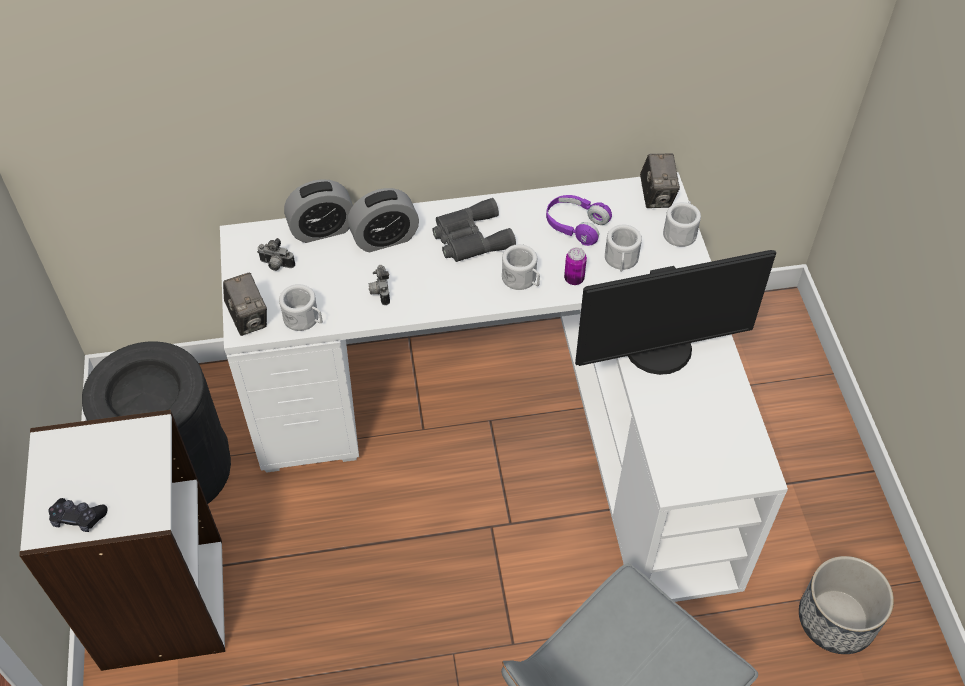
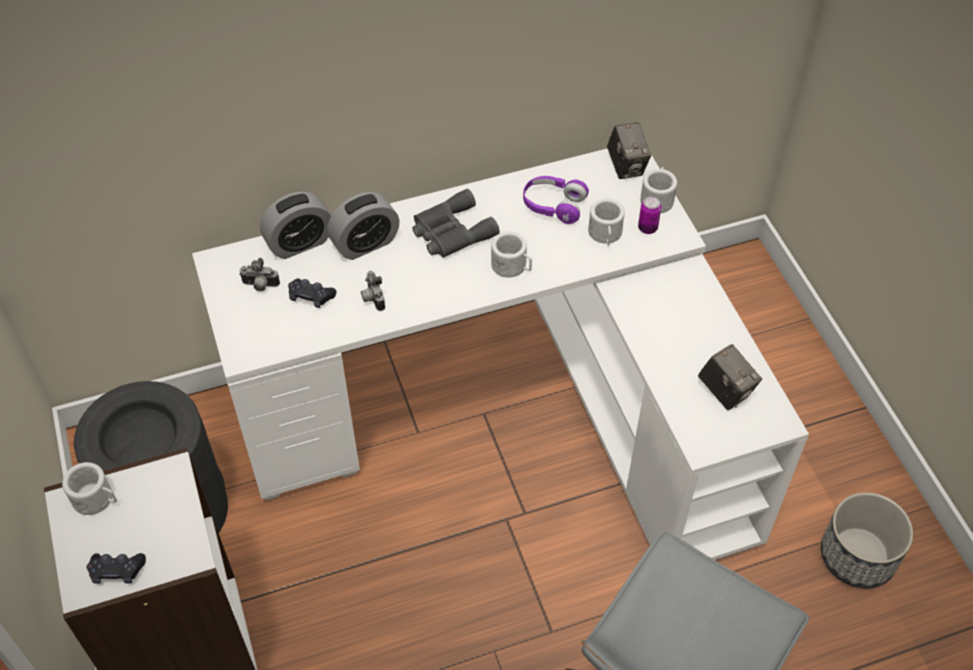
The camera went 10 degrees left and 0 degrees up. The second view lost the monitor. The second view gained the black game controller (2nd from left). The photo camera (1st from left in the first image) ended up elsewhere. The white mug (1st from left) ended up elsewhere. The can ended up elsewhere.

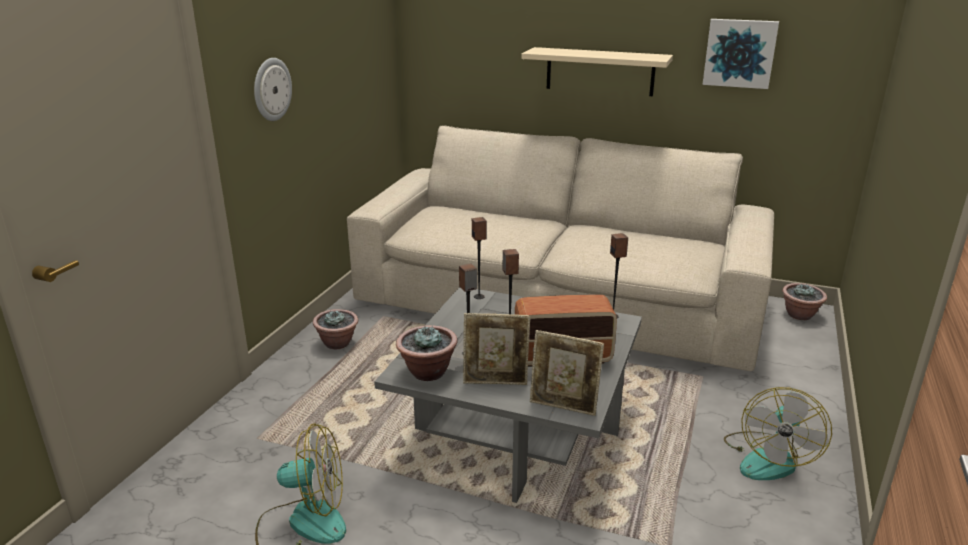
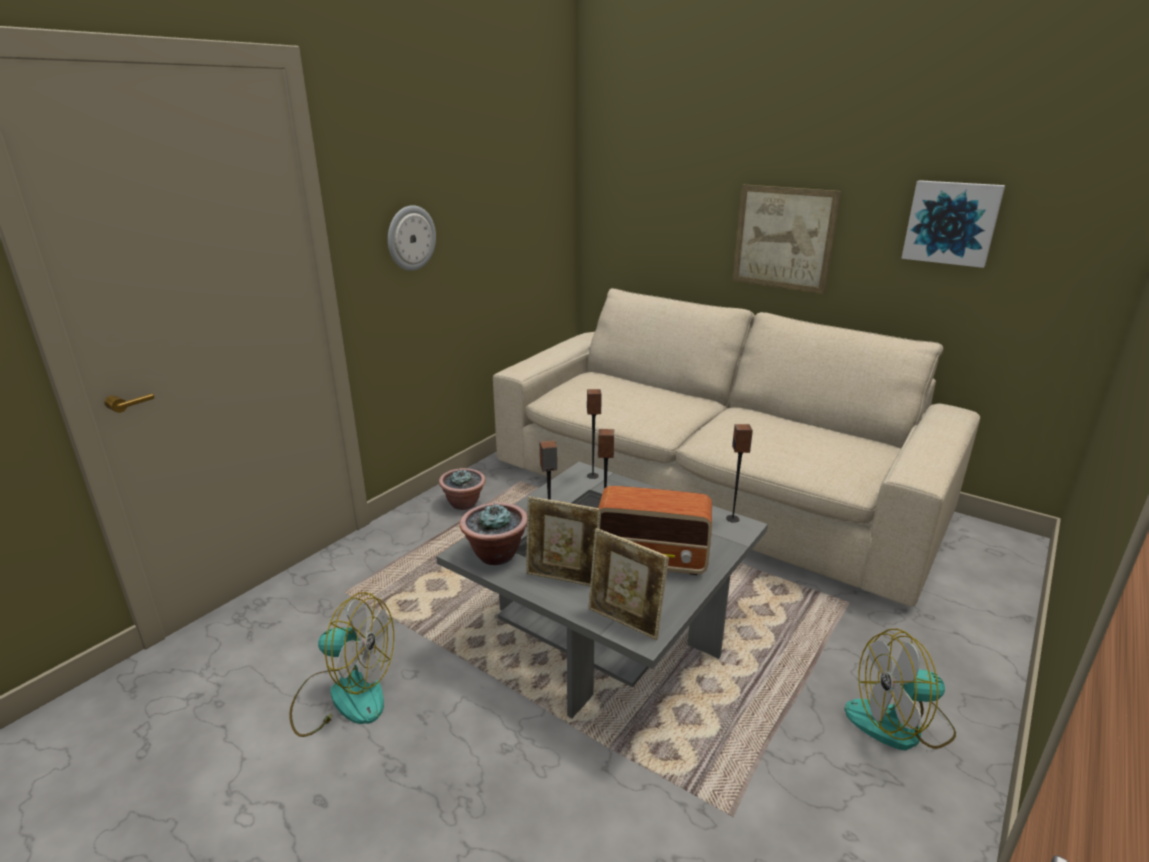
The camera went 15 degrees right and 0 degrees up. The second view lost the potted plant (3rd from left). Where the beige shelf hung, the picture (1st from left) came to hang. The fan (2nd from left) ended up facing another way, 45 degrees clockwise from before.

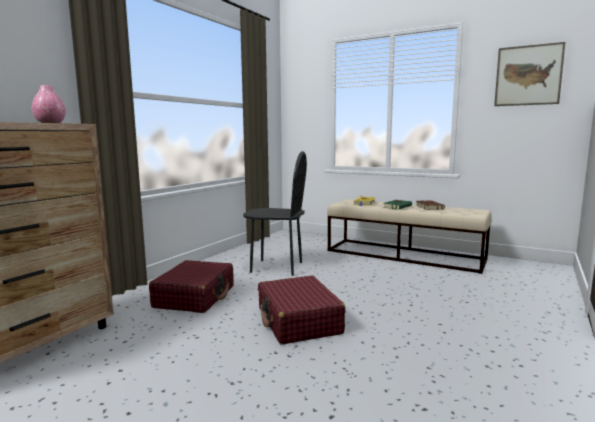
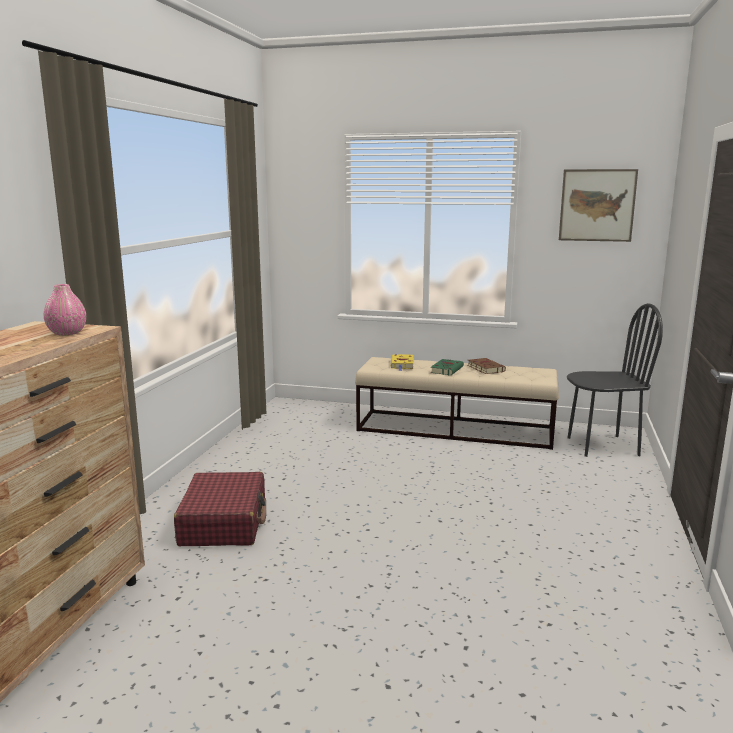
The camera went 15 degrees left and 5 degrees up. The second view lost the red suitcase (2nd from left). The black chair ended up elsewhere.

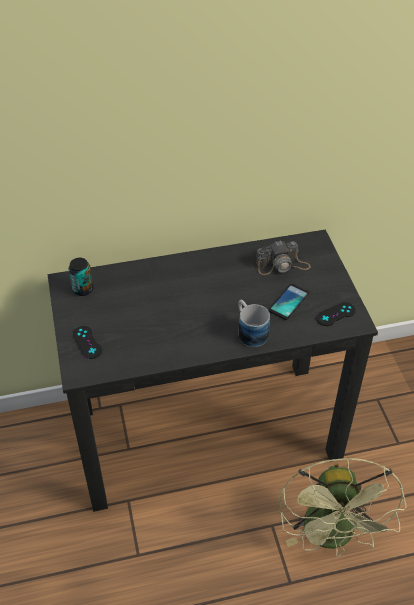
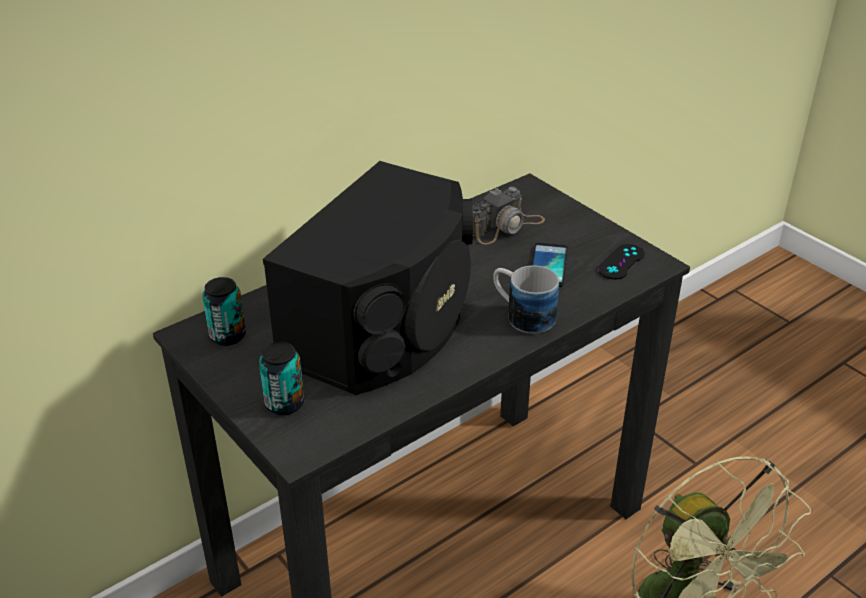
The camera went 25 degrees left and 10 degrees down. The second view gained the black speaker. Where the black game controller (1st from left) stood, the can (2nd from left) came to stand.

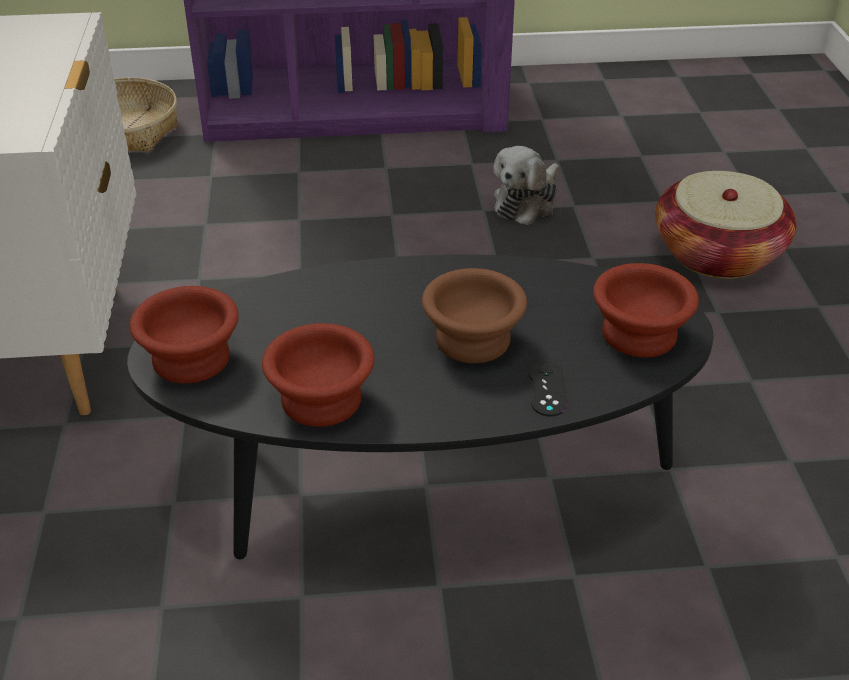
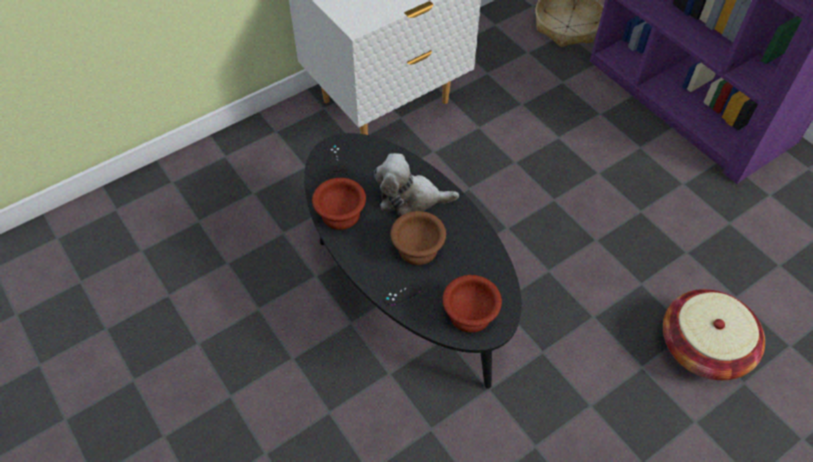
The camera went 60 degrees right and 15 degrees up. The plush toy ended up elsewhere. Where the brown bowl (1st from left) stood, the black game controller (1st from left) came to stand.

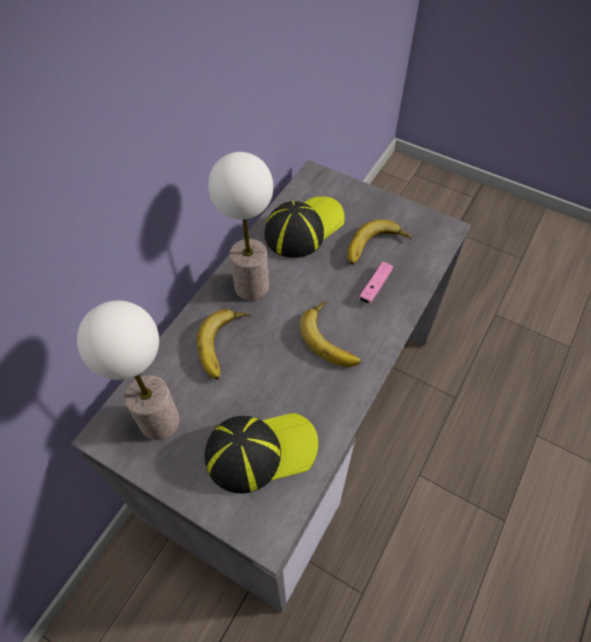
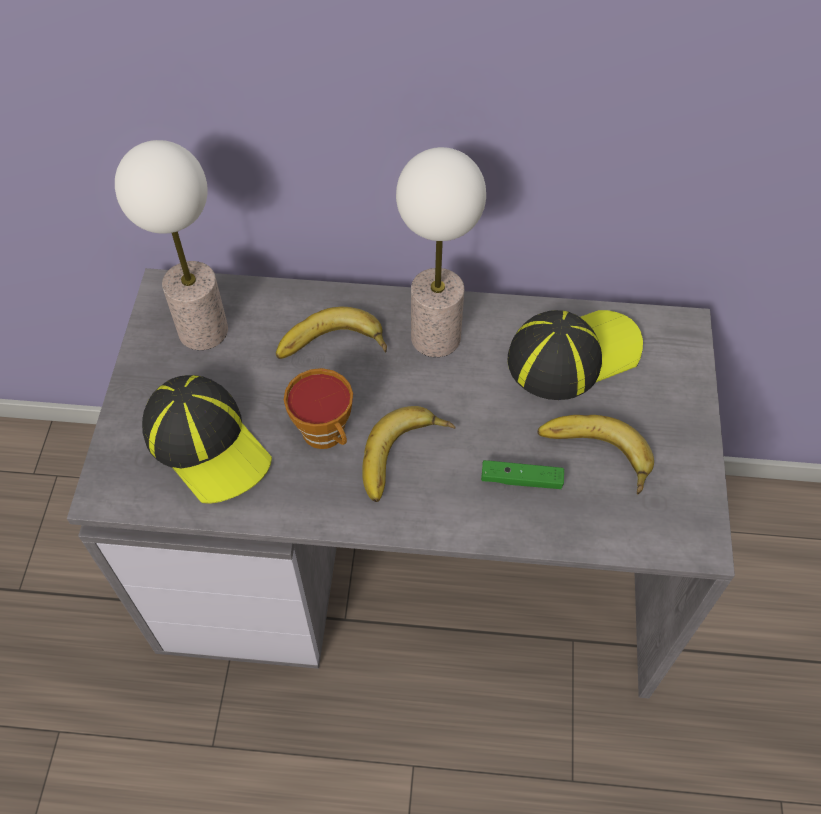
The camera went 65 degrees right and 0 degrees up. The second view gained the cup. What was the pink game controller turned into the green game controller. The cap (2nd from left) ended up facing another way, 45 degrees counterclockwise from before.

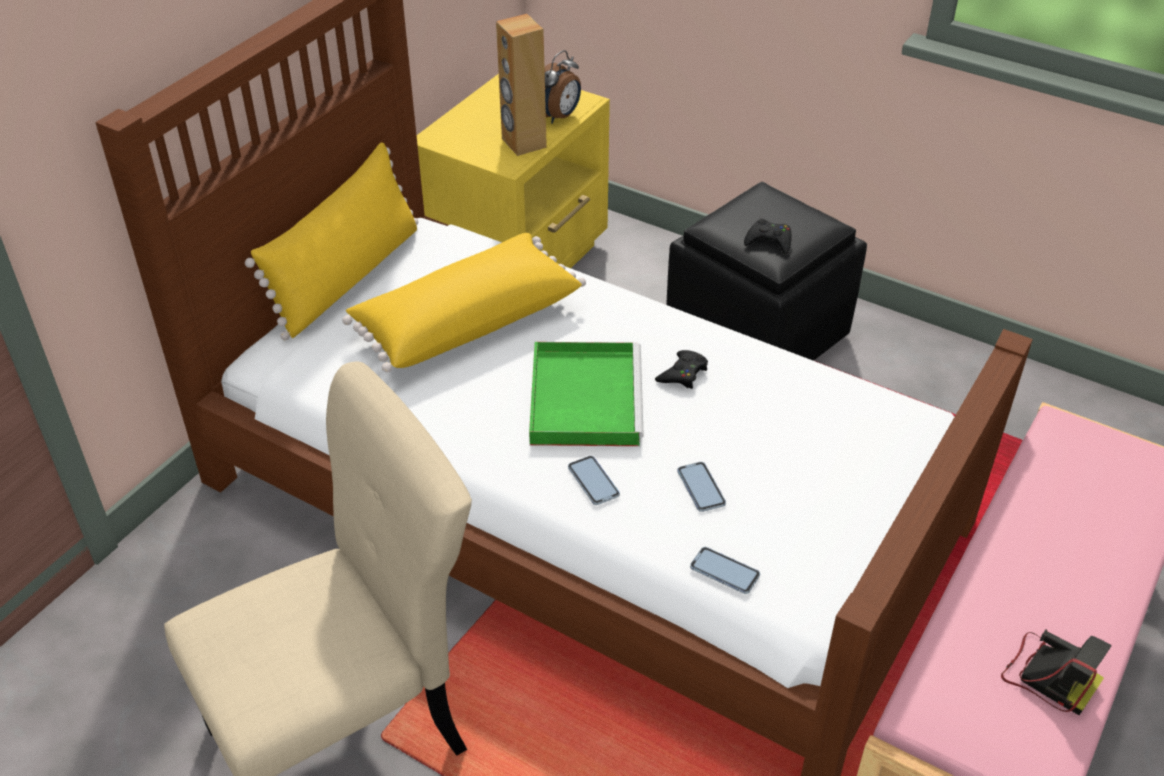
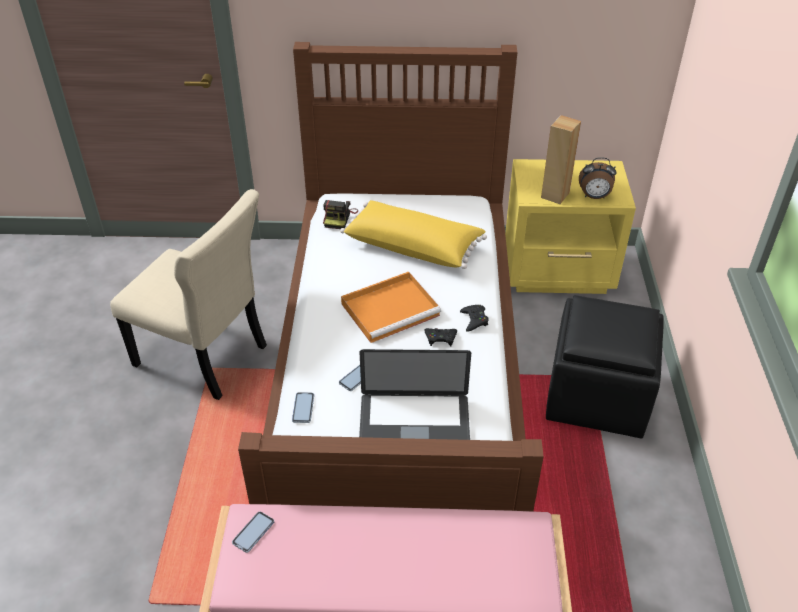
The camera went 60 degrees right and 0 degrees up. The second view lost the yellow pillow (1st from left). The second view gained the laptop. The phone (1st from left) ended up elsewhere. The black game controller (2nd from left) ended up elsewhere. The photo camera ended up elsewhere. What was the green tray turned into the orange tray.

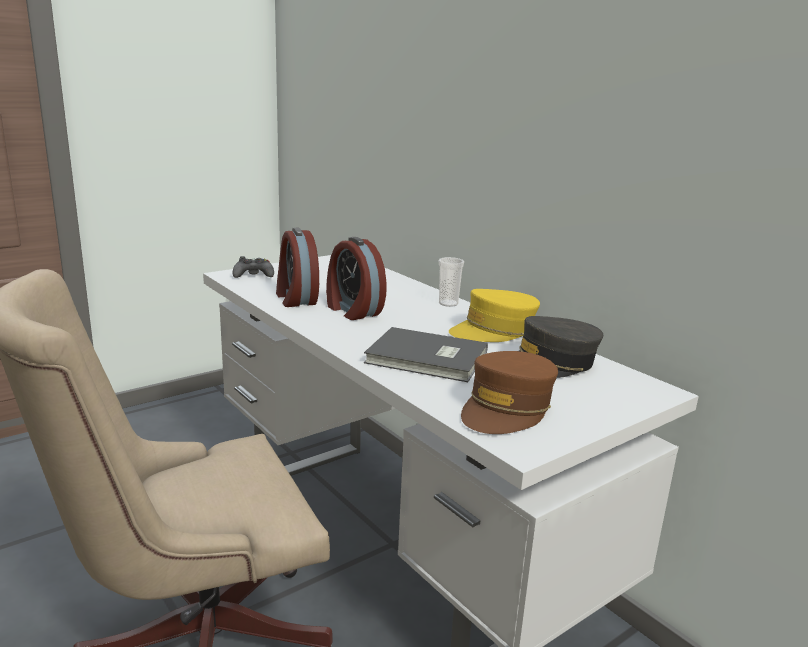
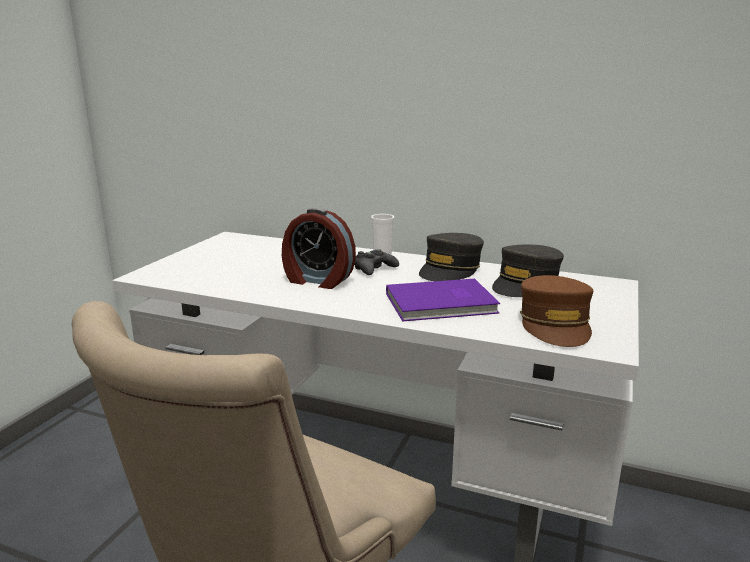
The camera went 30 degrees left and 0 degrees up. The second view lost the alarm clock (1st from left). The black game controller ended up elsewhere. What was the grey book turned into the purple book. What was the yellow cap turned into the grey cap (1st from left).

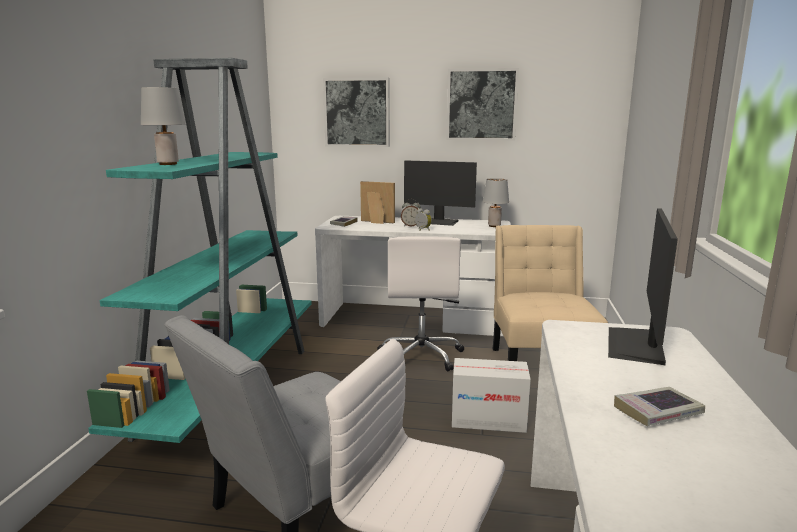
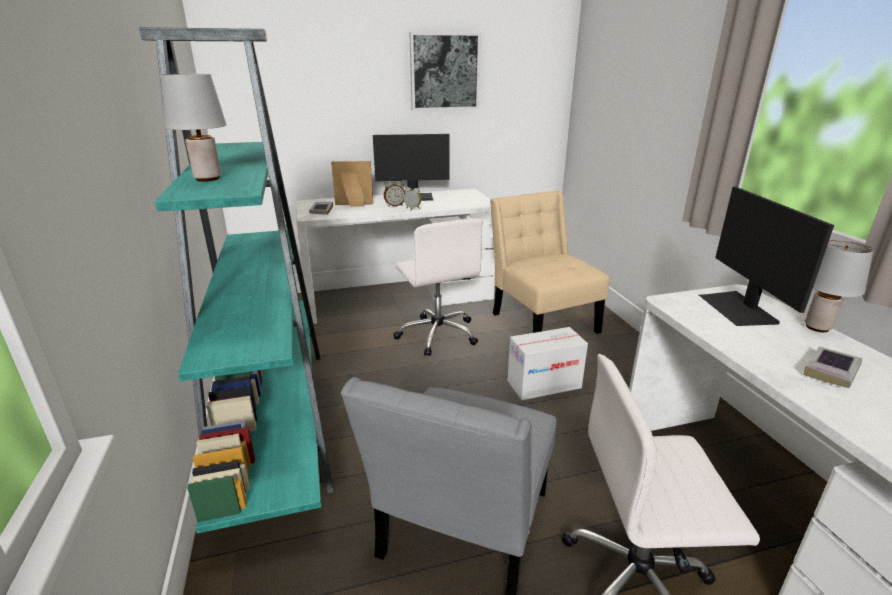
The camera went 25 degrees left and 10 degrees up. The second view lost the picture (1st from left). The grey table lamp (2nd from left) ended up elsewhere.

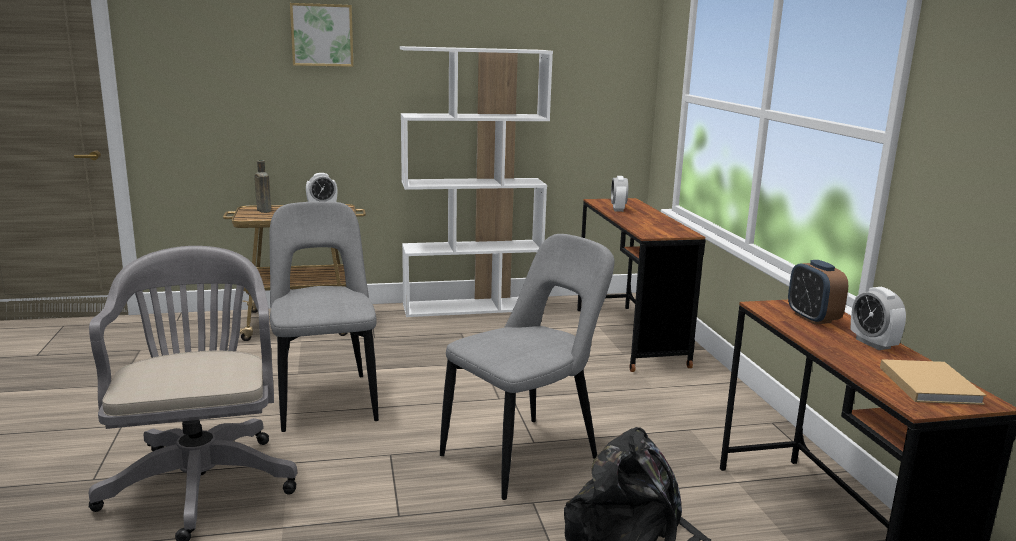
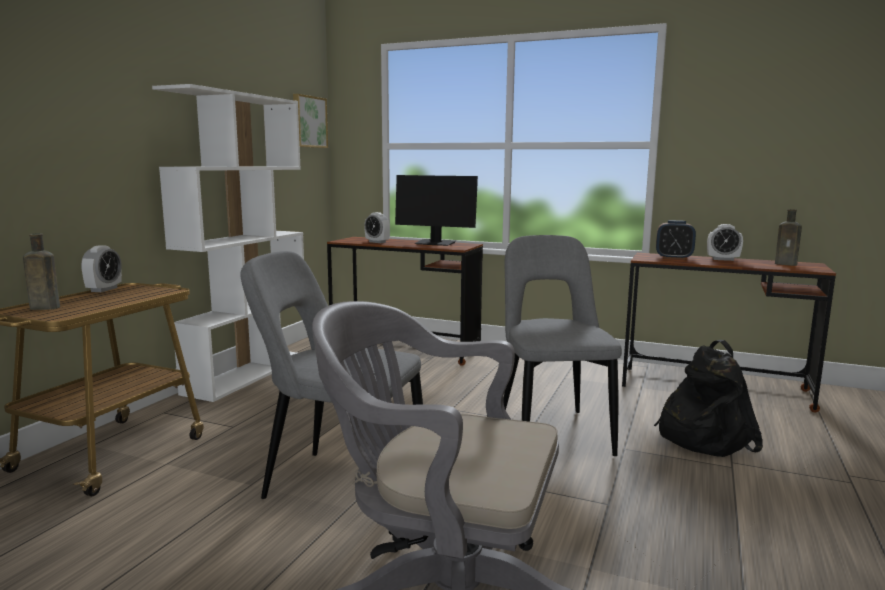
The camera went 55 degrees left and 5 degrees down. The second view gained the monitor. The picture ended up elsewhere. Where the beige book stood, the brown bottle (2nd from left) came to stand.

